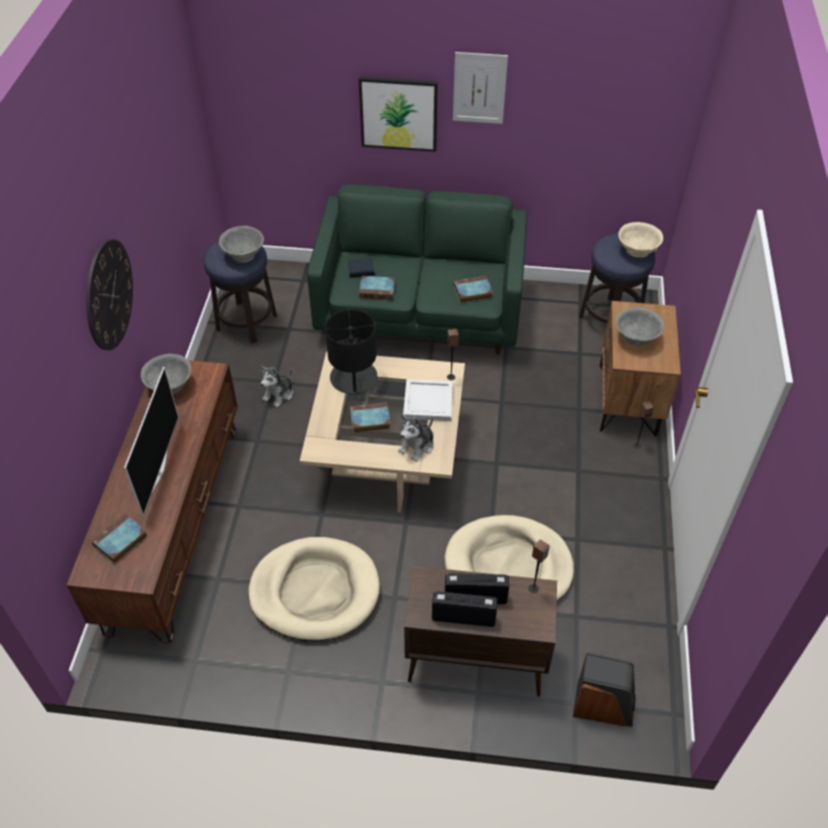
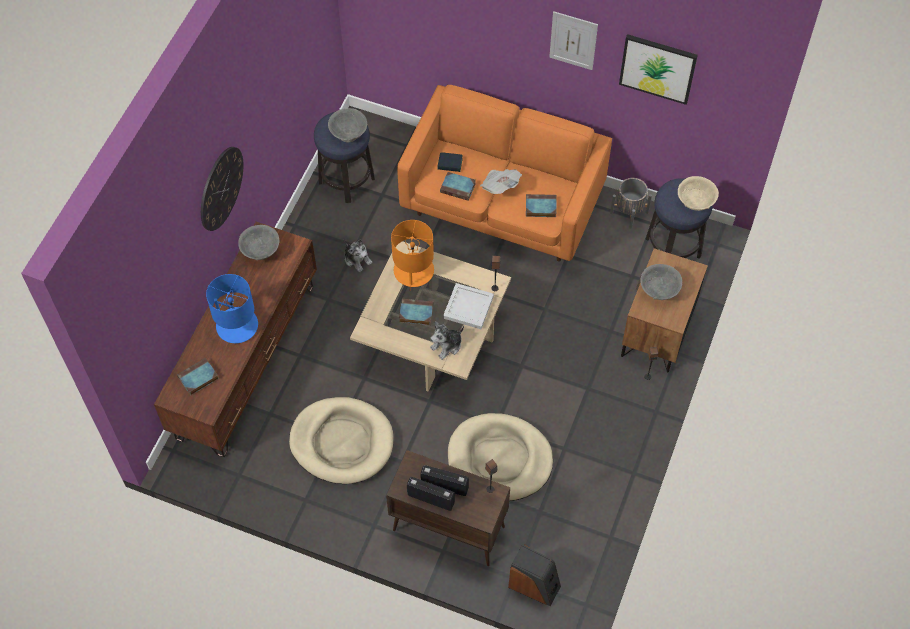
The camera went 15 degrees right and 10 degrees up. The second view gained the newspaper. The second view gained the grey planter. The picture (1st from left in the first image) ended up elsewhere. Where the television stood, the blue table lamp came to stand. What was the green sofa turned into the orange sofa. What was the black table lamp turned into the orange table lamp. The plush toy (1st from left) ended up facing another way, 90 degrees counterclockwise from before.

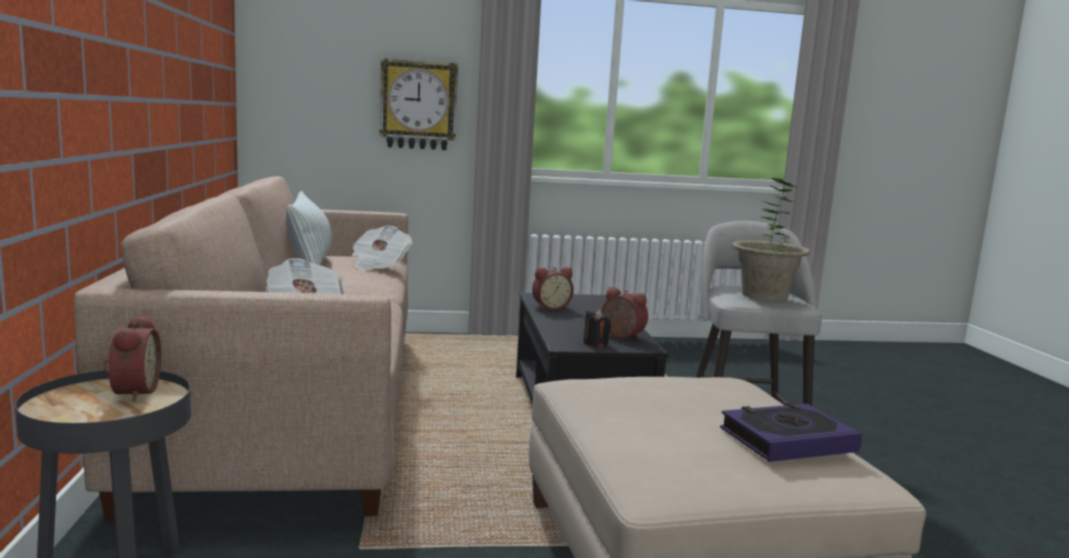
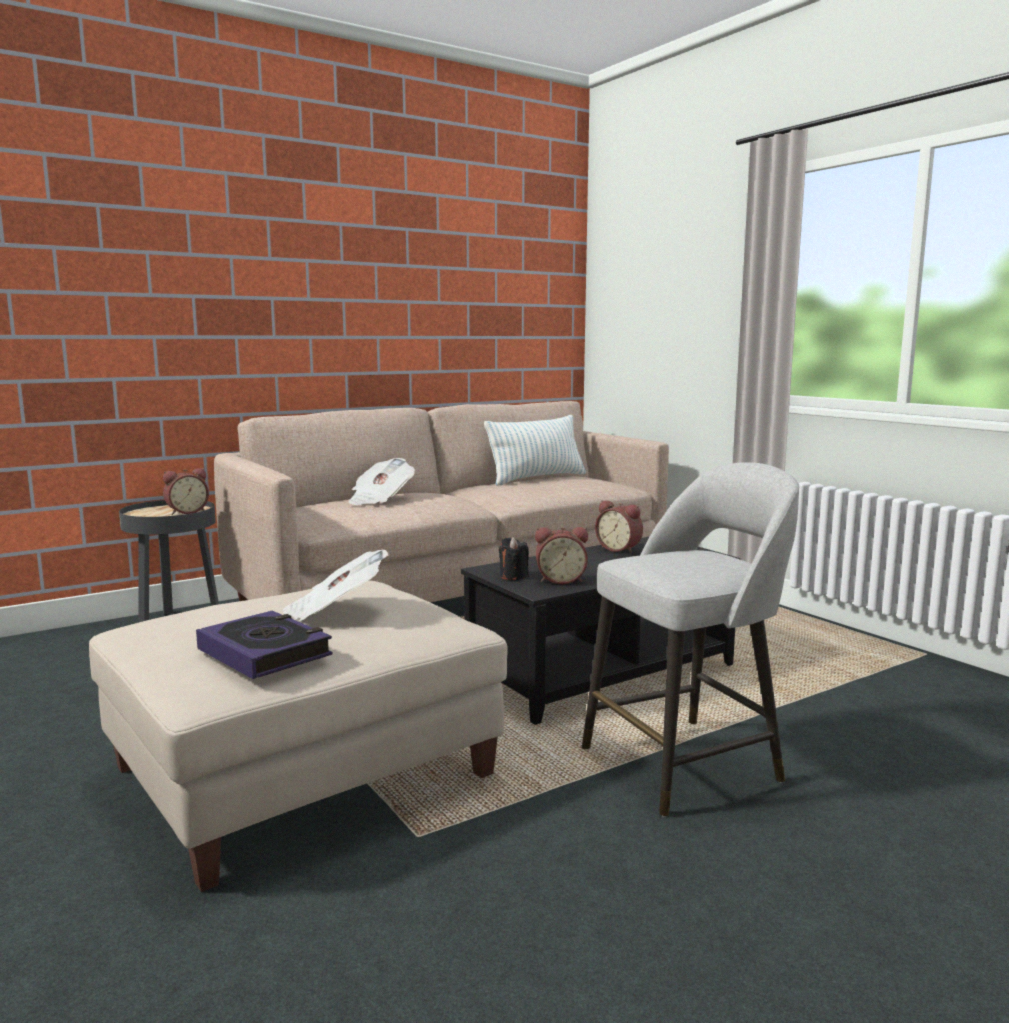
The camera went 65 degrees right and 0 degrees up. The second view lost the wall clock. The second view lost the potted plant. The newspaper (2nd from left in the first image) ended up elsewhere. The alarm clock (3rd from left in the first image) ended up facing another way, 75 degrees clockwise from before.

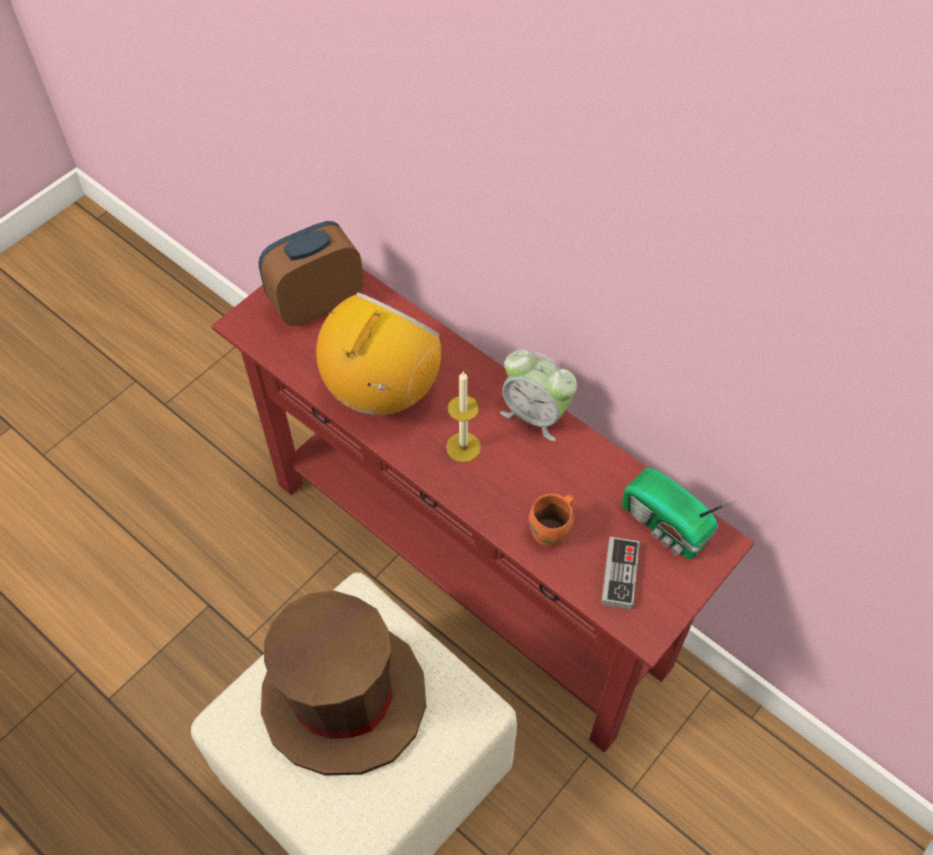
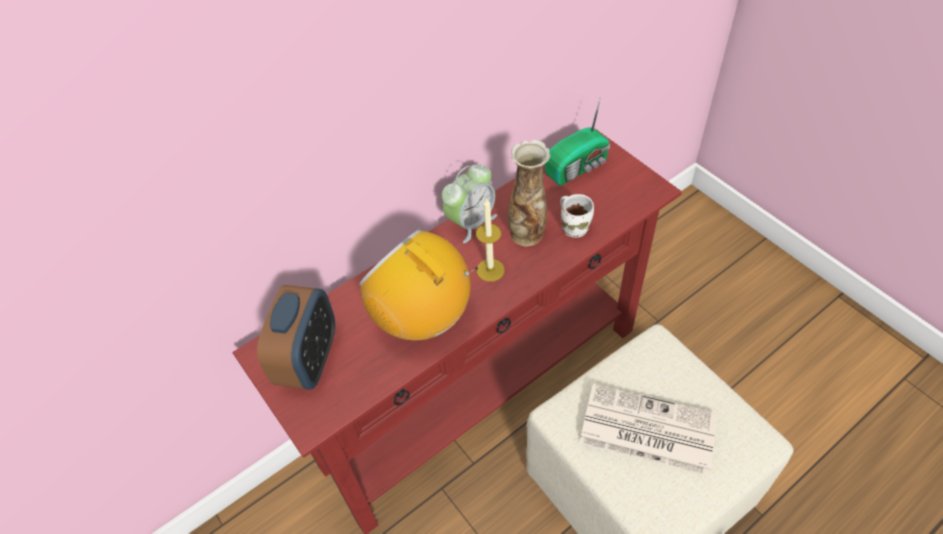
The camera went 75 degrees left and 5 degrees down. The second view lost the game controller. The second view gained the vase. Where the brown hat stood, the newspaper came to stand. What was the orange mug turned into the white mug. The alarm clock (1st from left) ended up facing another way, 150 degrees counterclockwise from before.

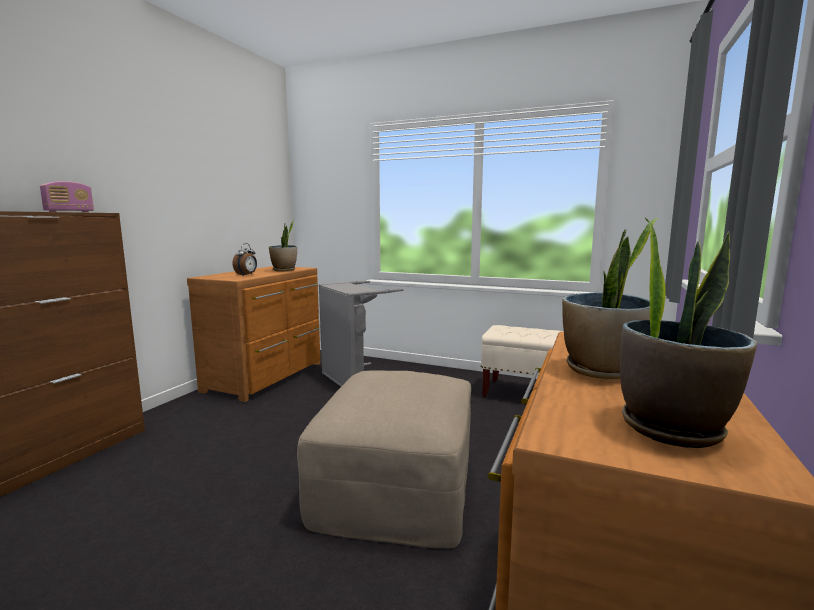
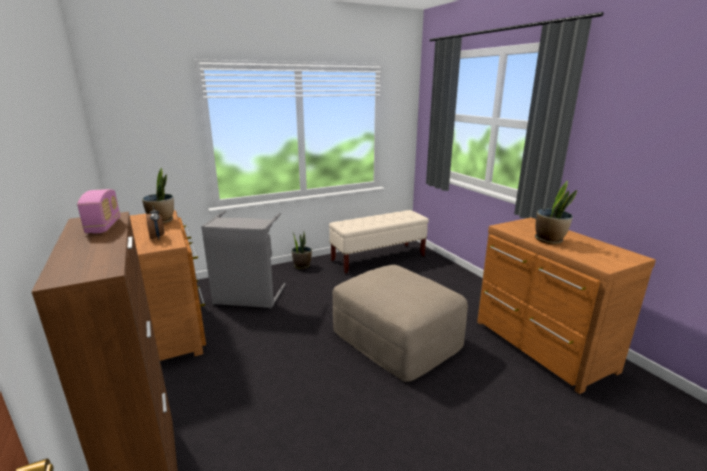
The camera went 50 degrees left and 10 degrees up. The potted plant (3rd from left in the first image) ended up elsewhere.

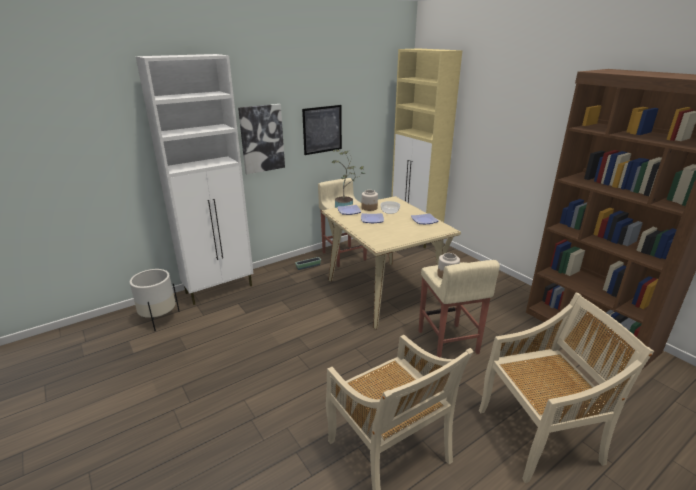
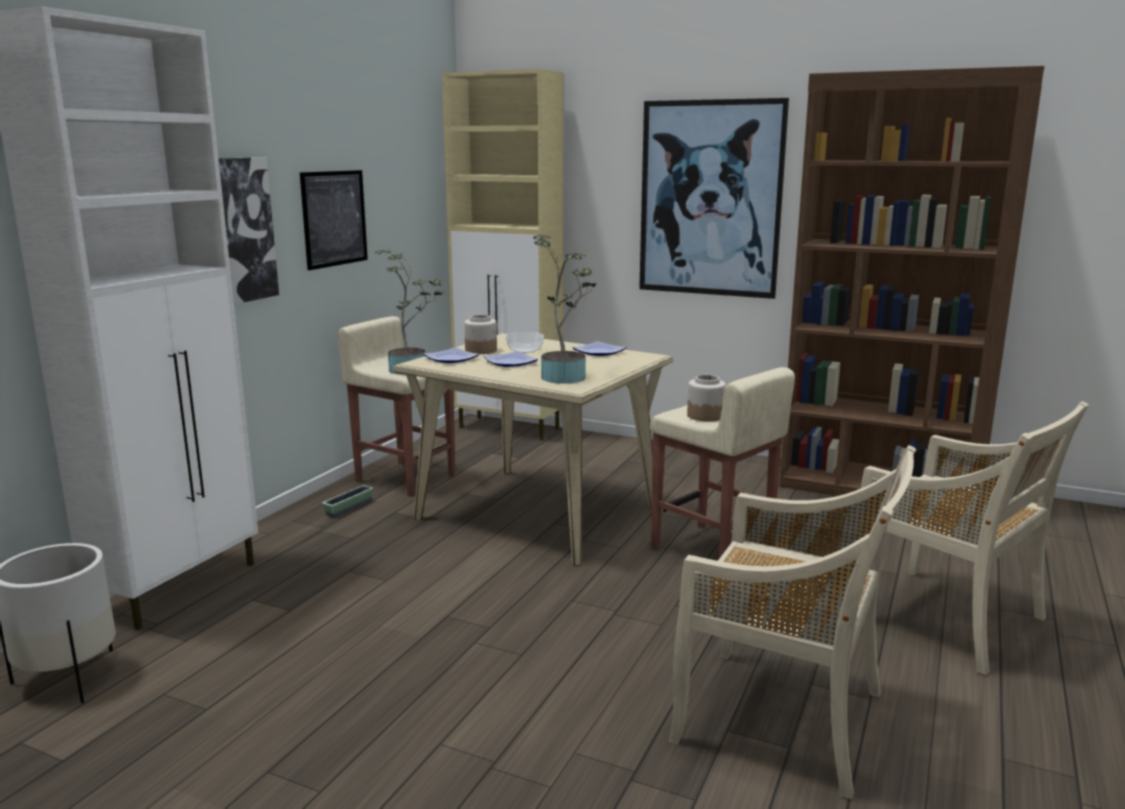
The camera went 30 degrees left and 10 degrees down. The second view gained the potted plant (2nd from left). The second view gained the picture (3rd from left). The beige chair (2nd from left) ended up facing another way, 90 degrees clockwise from before.

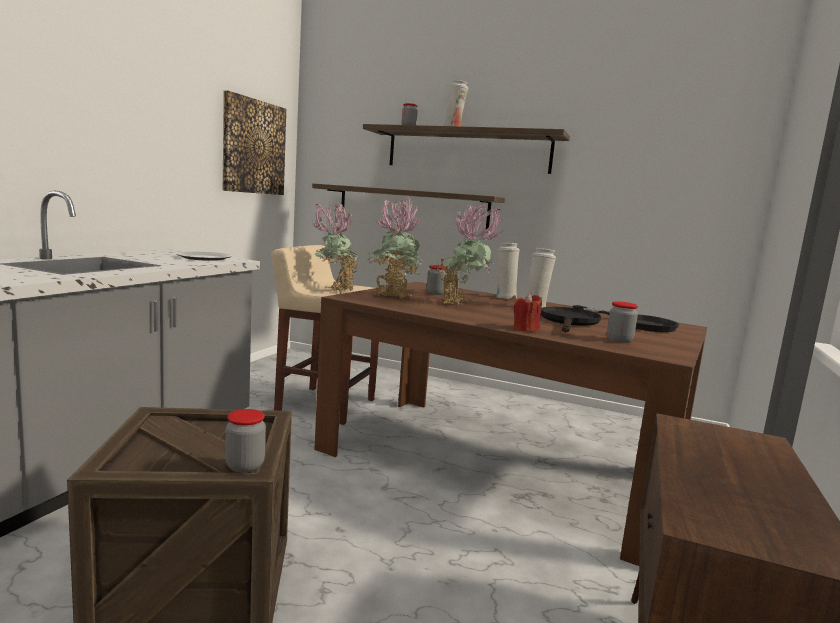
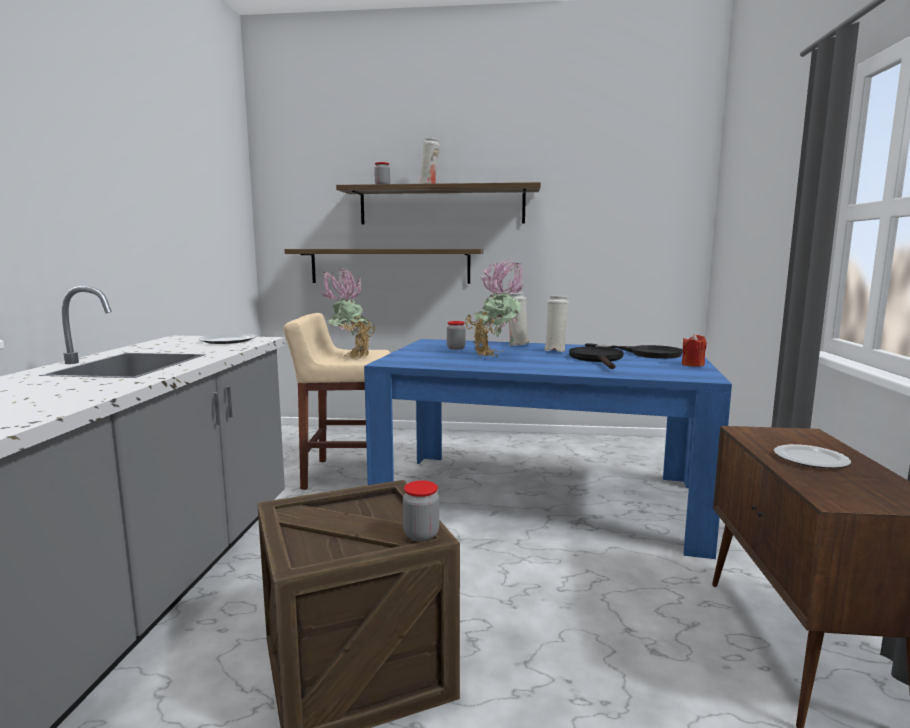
The camera went 15 degrees left and 0 degrees up. The second view lost the picture. The second view lost the potted plant (2nd from left). The second view lost the jar (4th from left). The second view gained the plate (2nd from left). The red candle ended up elsewhere. What was the brown dining table turned into the blue dining table.

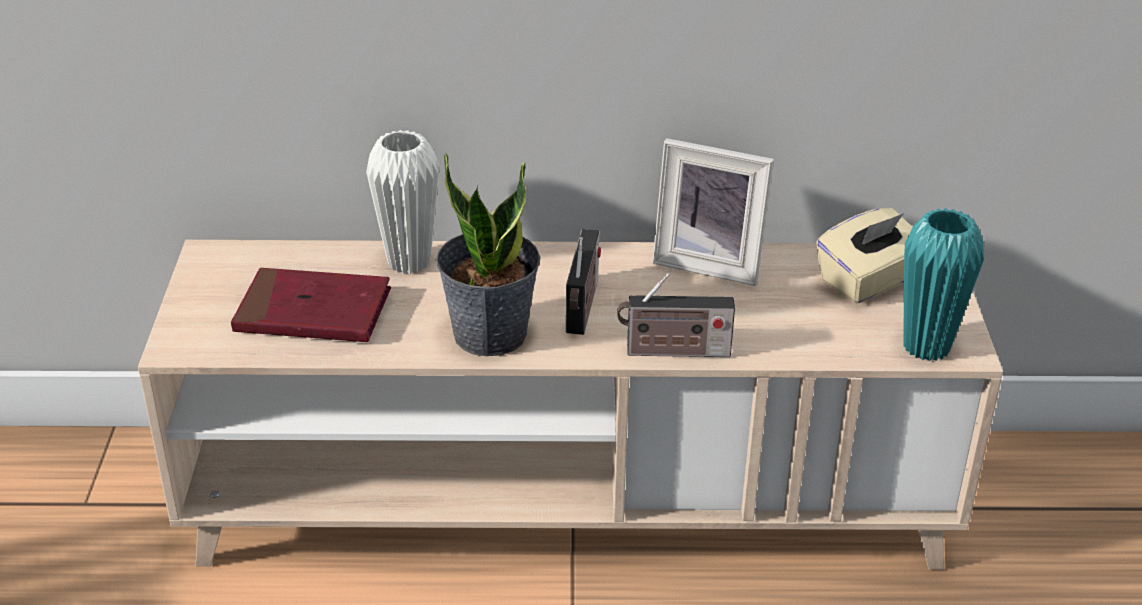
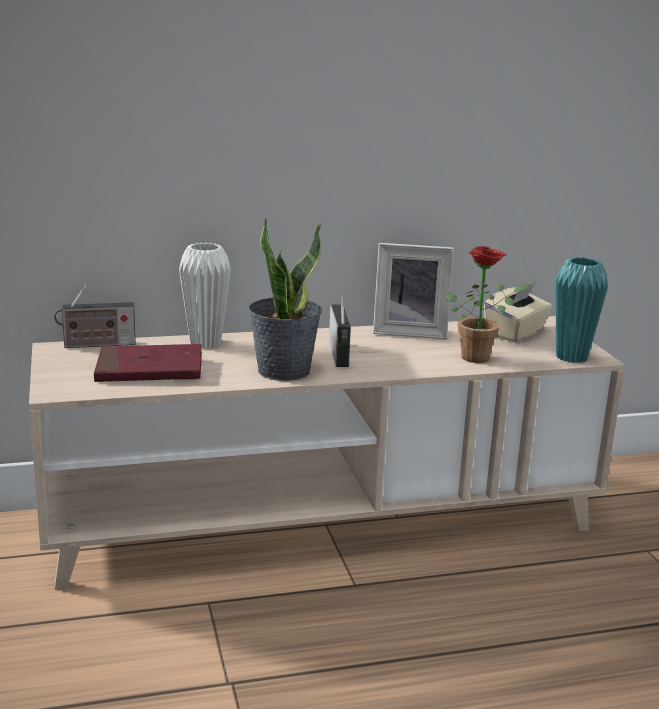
The camera went 15 degrees left and 15 degrees down. The second view gained the potted plant (2nd from left). The radio (2nd from left in the first image) ended up elsewhere.

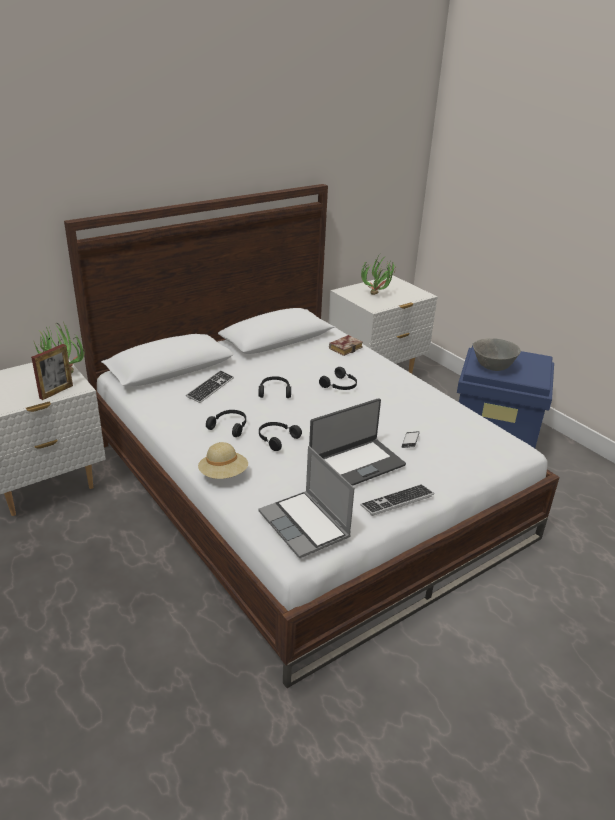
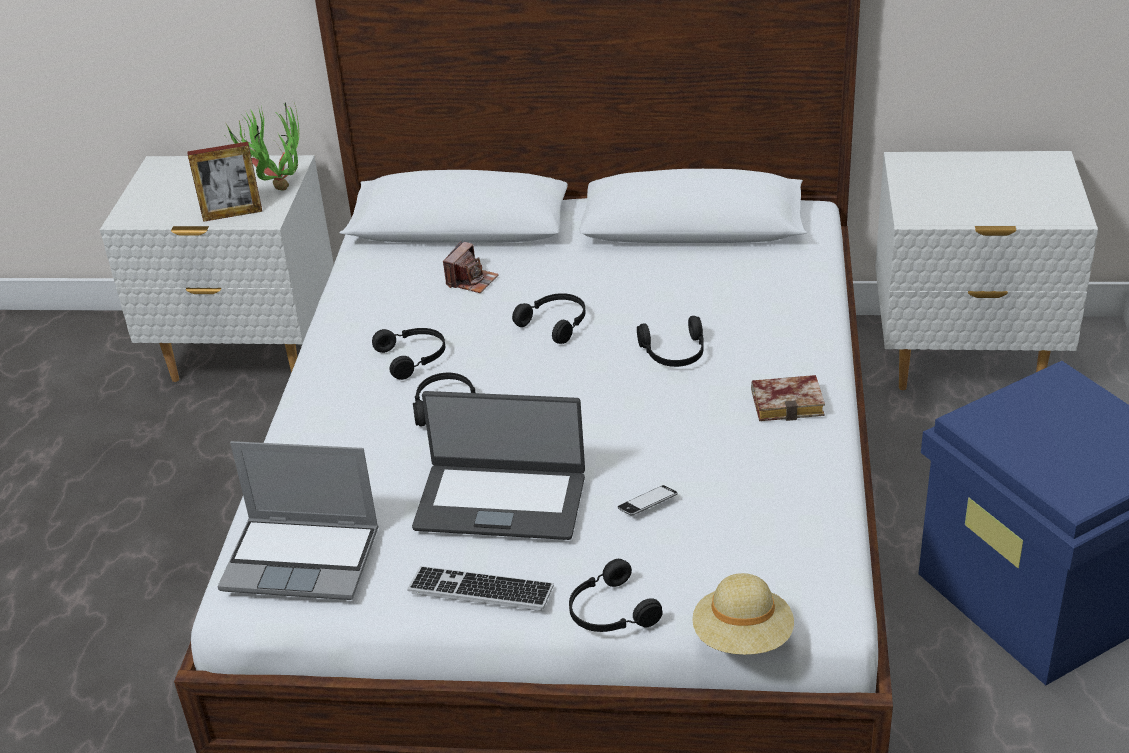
The camera went 45 degrees right and 5 degrees up. The second view lost the potted plant (2nd from left). The second view lost the grey bowl. The second view gained the black headphones (4th from left). The beige hat ended up elsewhere. The book ended up elsewhere. Where the keyboard (1st from left) stood, the photo camera came to stand. The laptop (1st from left) ended up facing another way, 90 degrees counterclockwise from before.

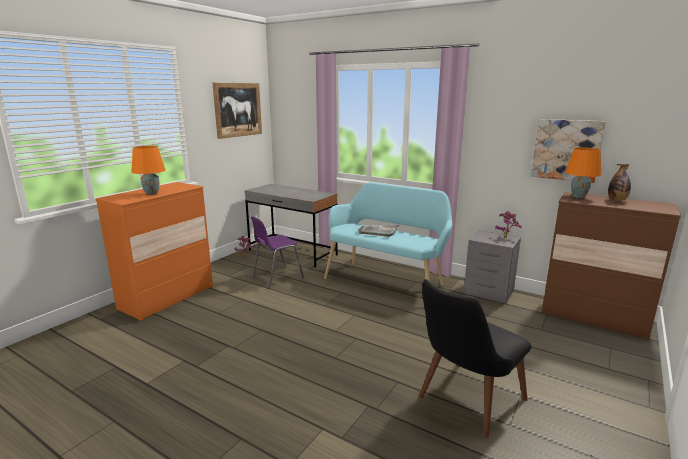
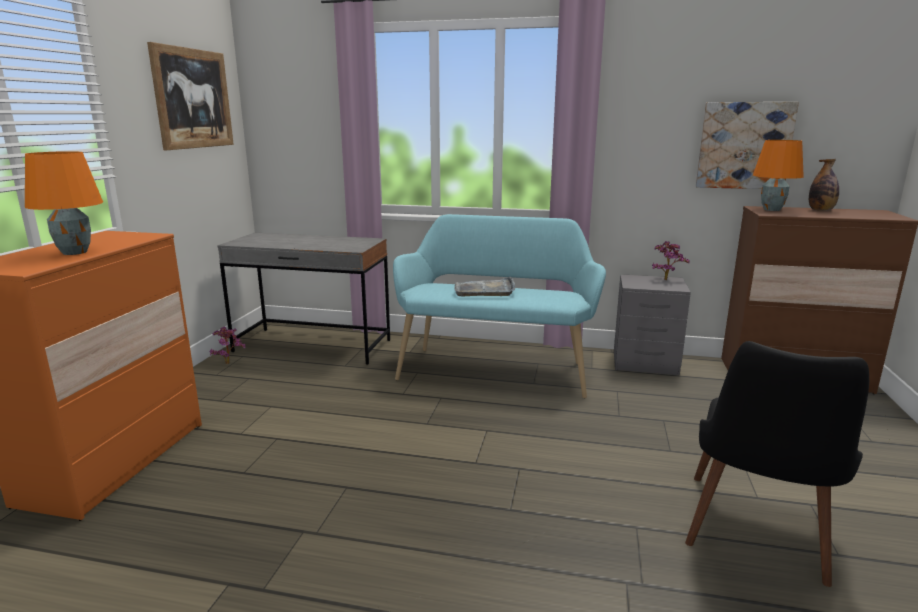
The camera went 20 degrees left and 0 degrees up. The second view lost the purple chair.

